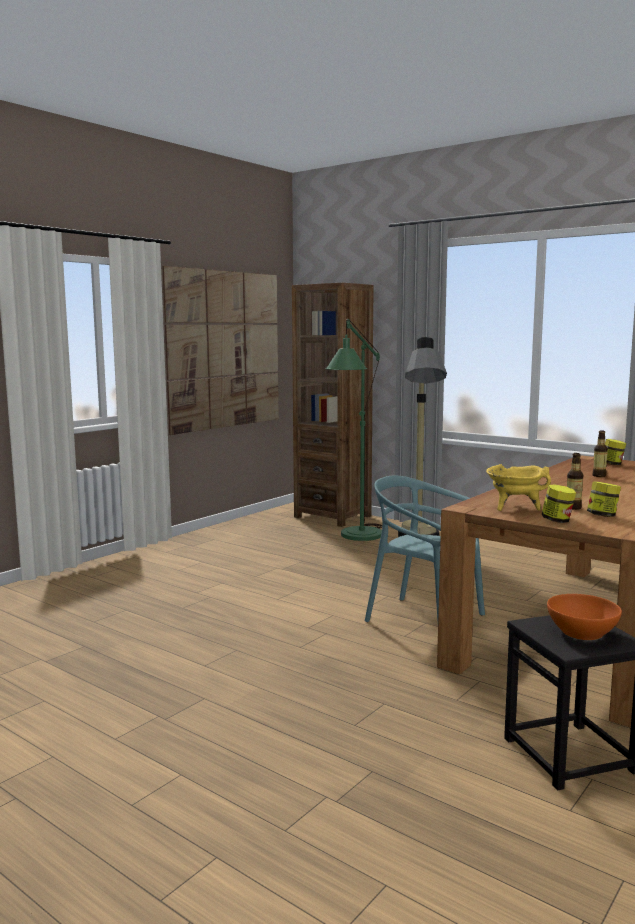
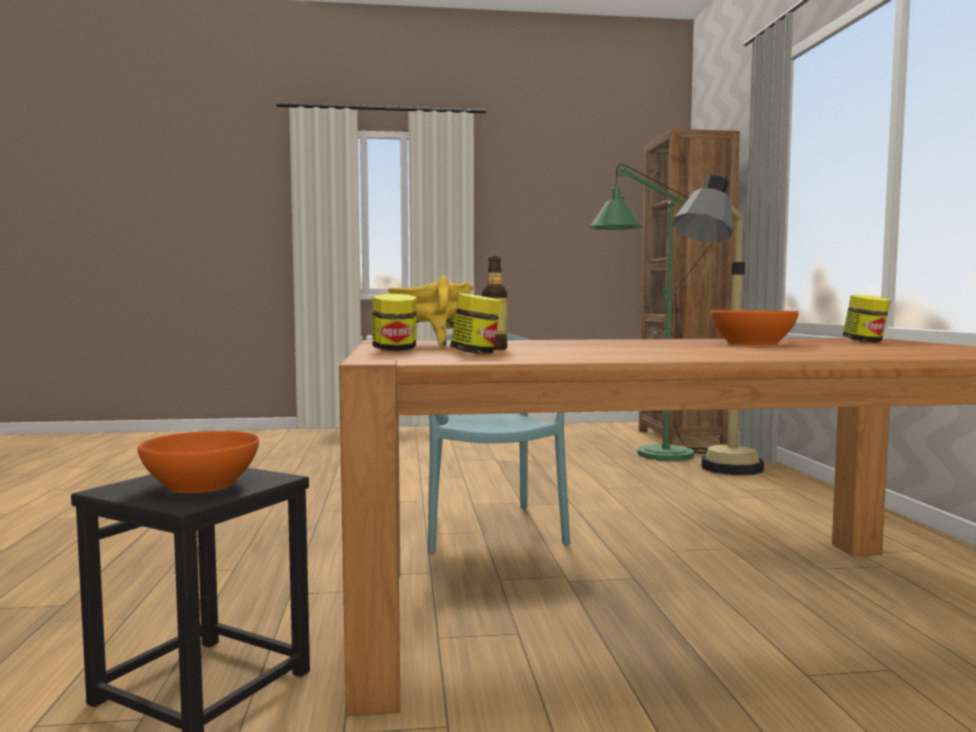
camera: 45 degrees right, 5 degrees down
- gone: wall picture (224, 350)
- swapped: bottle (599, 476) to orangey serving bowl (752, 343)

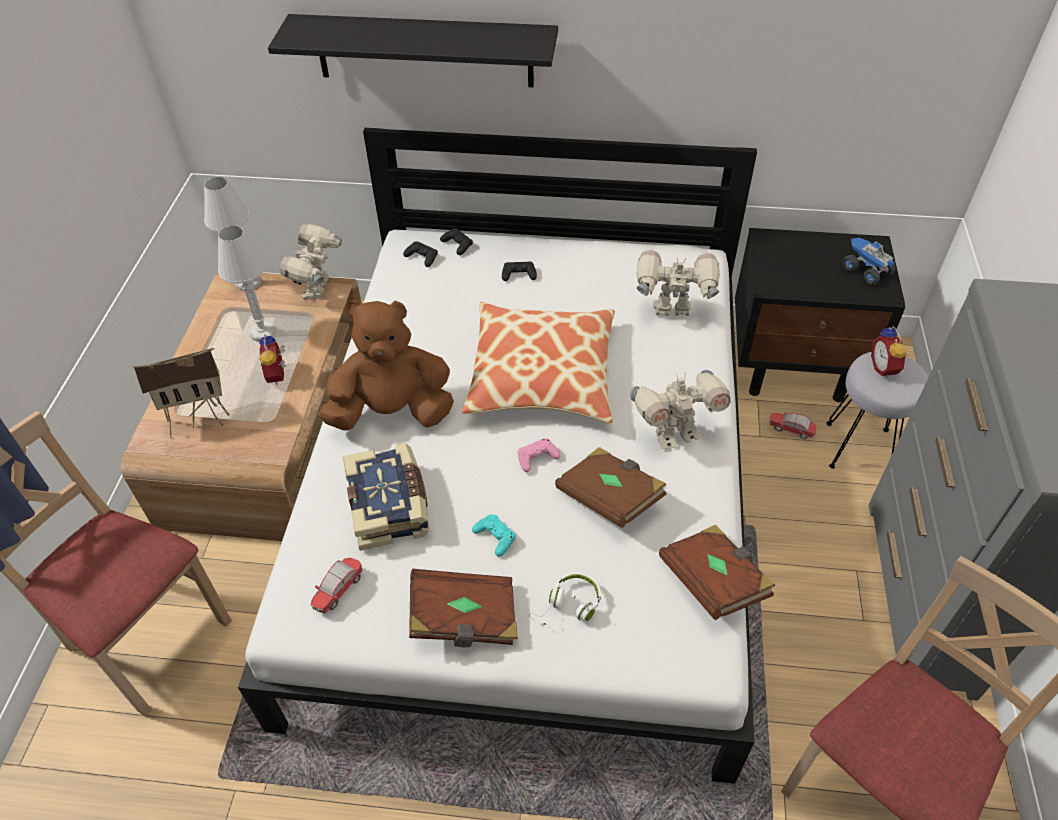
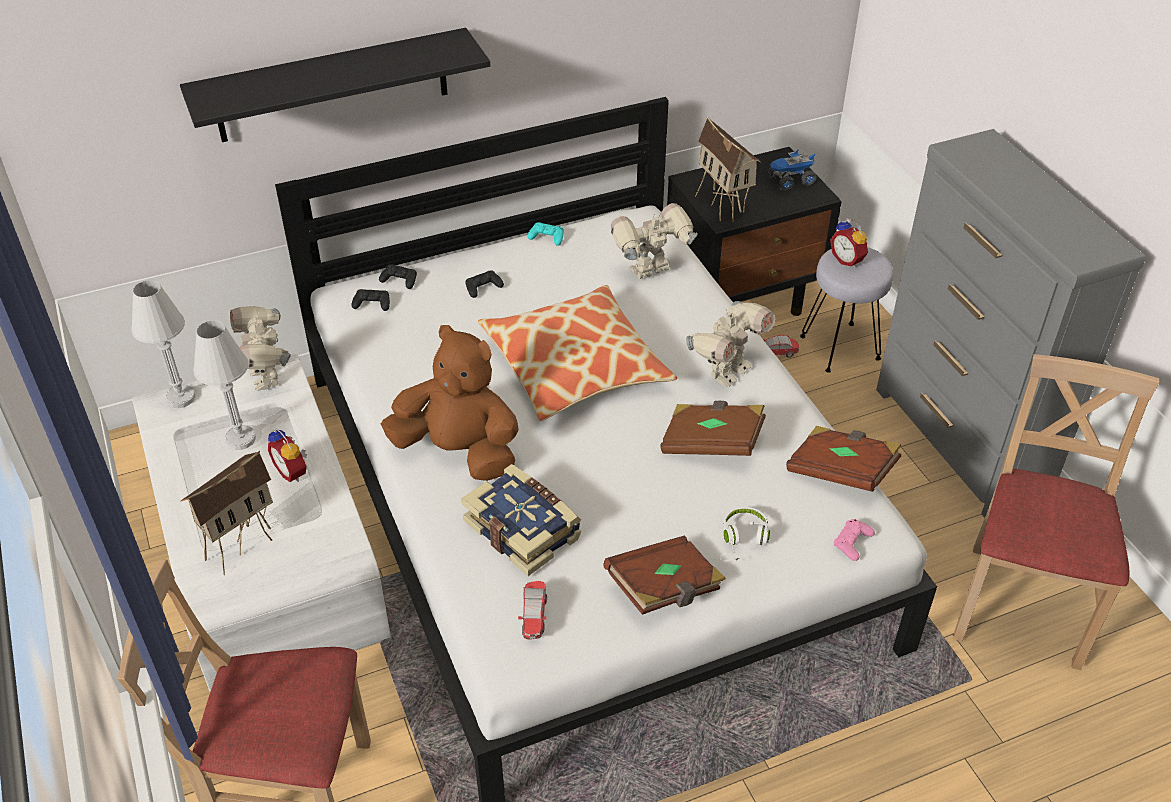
camera: 30 degrees left, 5 degrees down
- new: model house (723, 206)
- shifted: turquoise game controller (495, 537) to (547, 237)
- shifted: pink-coloured game controller (537, 458) to (852, 543)
- repainted: brown lounge table (270, 426) to whitish lounge table (266, 547)
- rotated: brown soft toy (392, 412) = (459, 451) 60 degrees clockwise
- rotated: model truck (865, 271) = (790, 181) 45 degrees counterclockwise

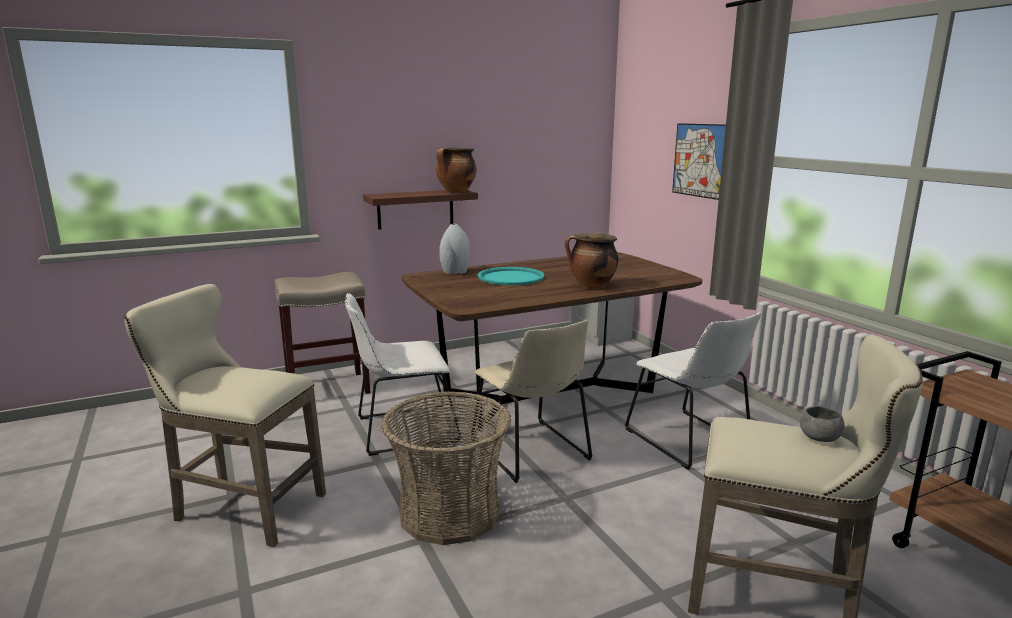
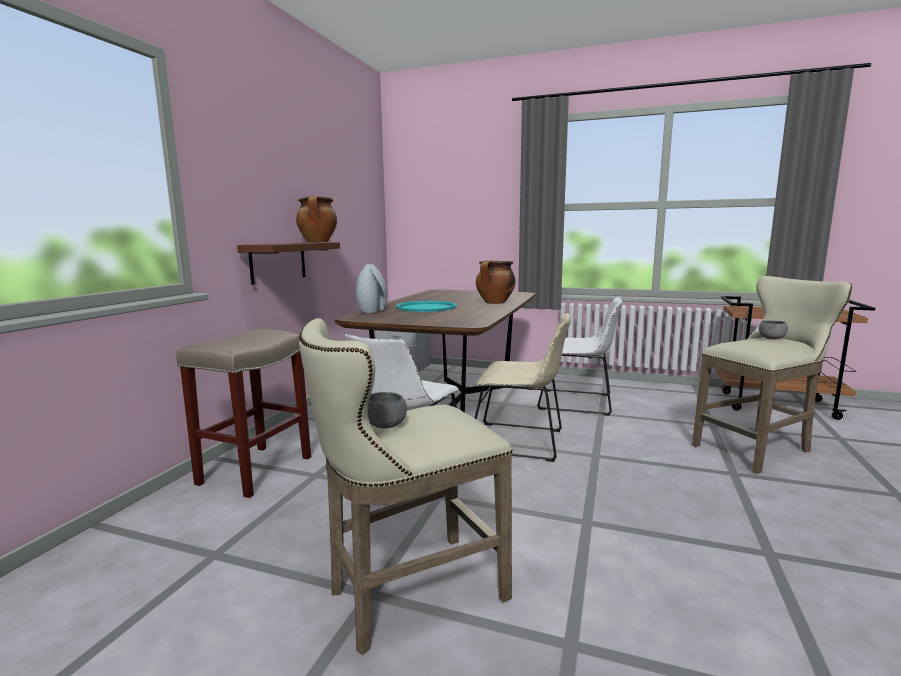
camera: 45 degrees left, 5 degrees down
- gone: storage basket (449, 512)
- gone: wall picture (699, 160)
- new: greyish serving bowl (386, 425)

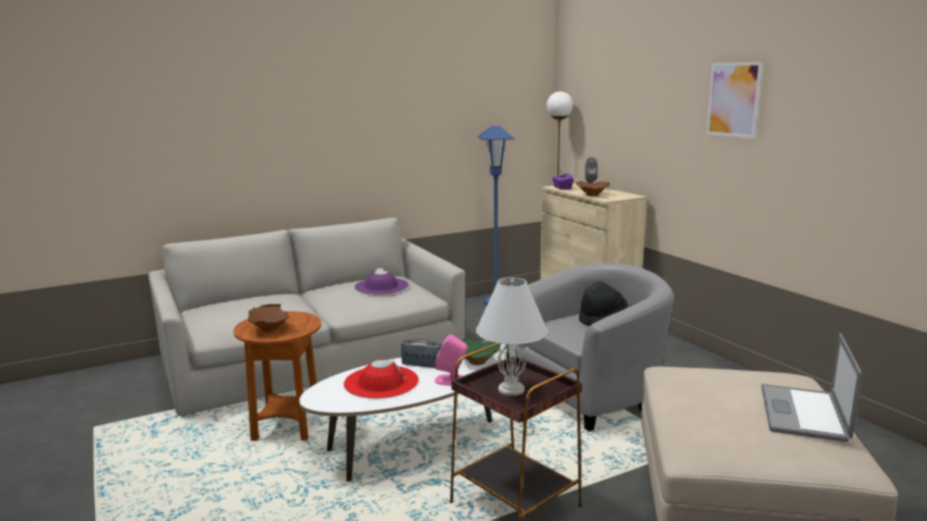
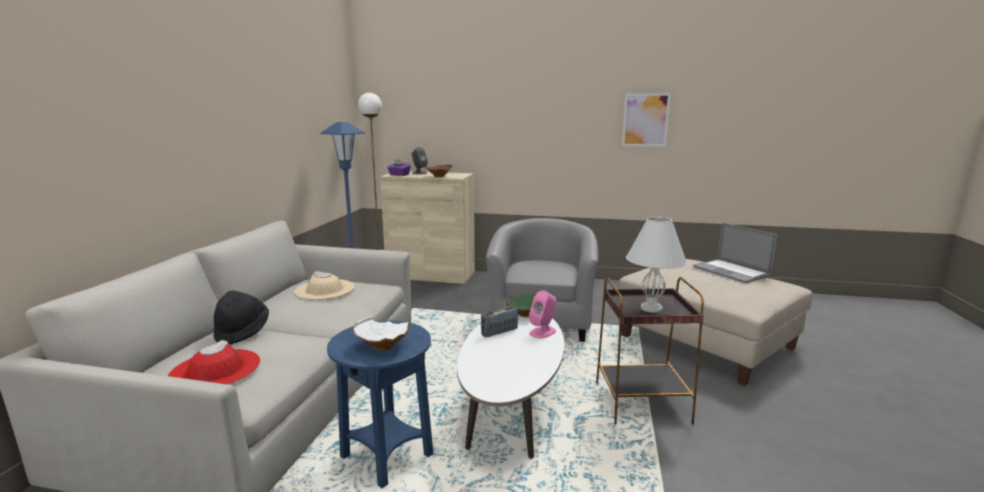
camera: 50 degrees left, 0 degrees up
- shifted: red-coloured clothing hat (381, 382) to (215, 370)
- shifted: blackish clothing hat (602, 319) to (242, 332)
- shifted: wall picture (733, 99) to (645, 120)
- repainted: brown accent table (287, 426) to blue accent table (387, 456)
- repainted: brown serving bowl (268, 329) to whitish serving bowl (382, 347)
- repainted: purple-coloured clothing hat (381, 286) to sand-coloured clothing hat (325, 290)

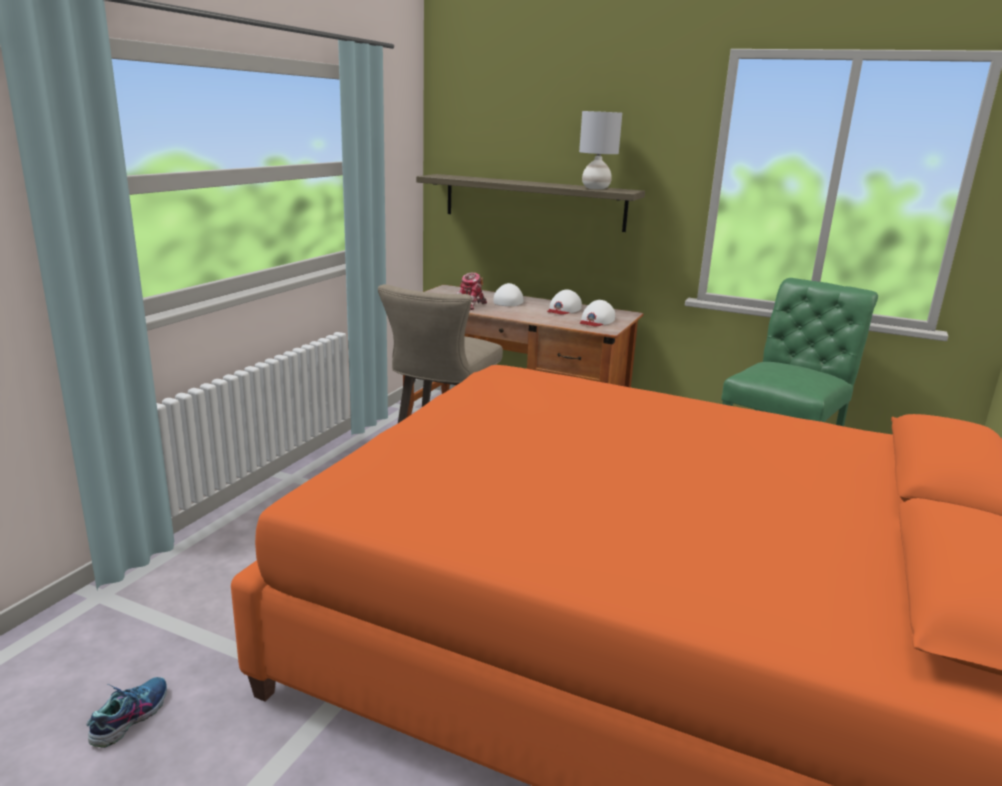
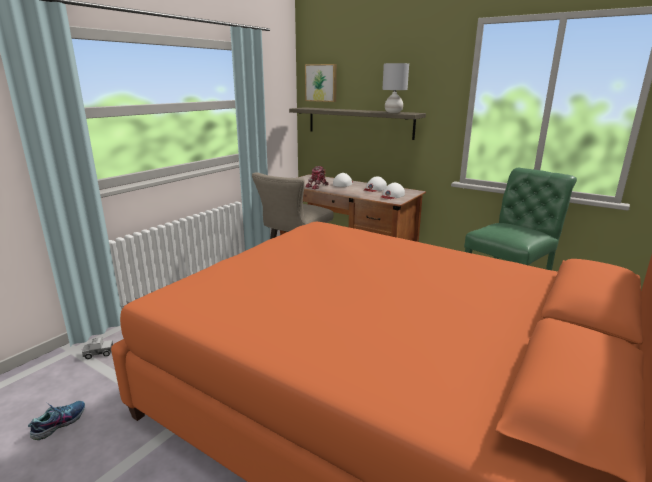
camera: 10 degrees right, 0 degrees up
- new: model truck (98, 353)
- new: wall picture (321, 83)

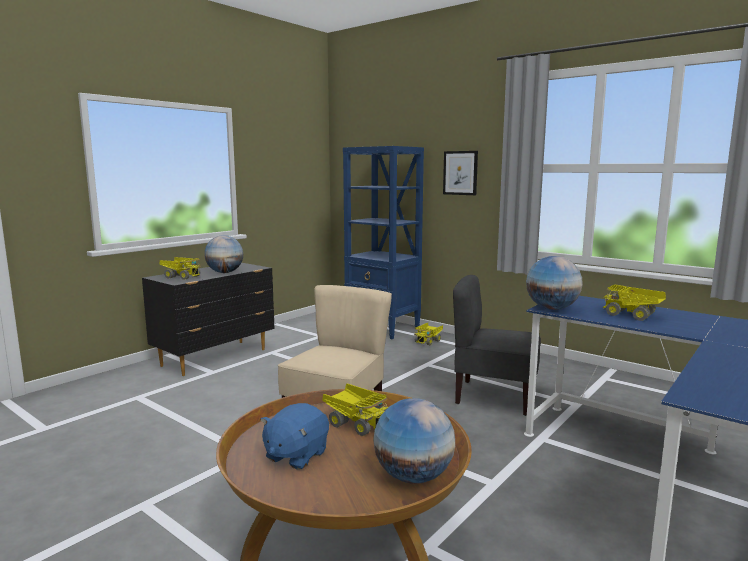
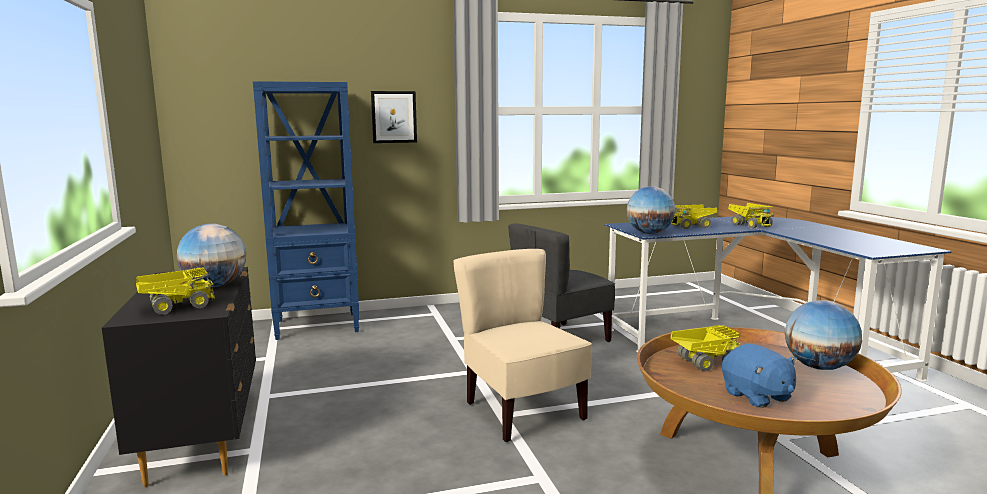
camera: 55 degrees left, 0 degrees up
- shifted: model truck (428, 341) to (750, 225)

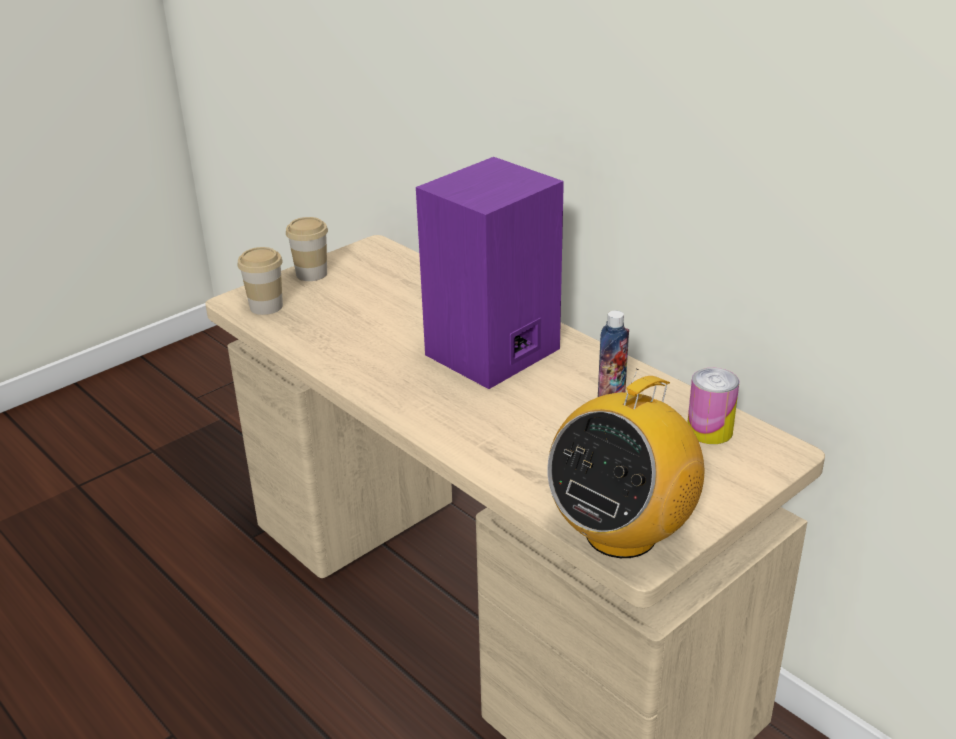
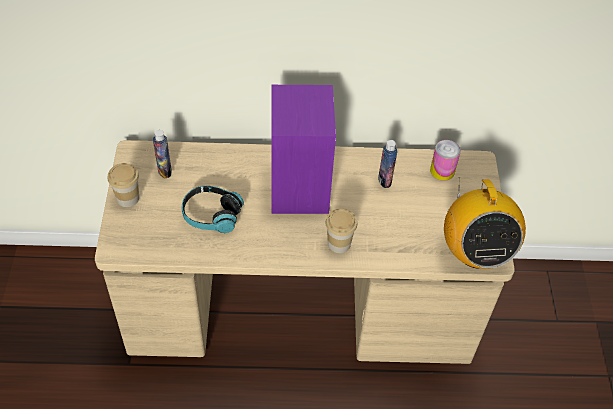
camera: 50 degrees left, 20 degrees up
- new: bottle (164, 170)
- new: headset (211, 215)
- shifted: small cup (266, 306) to (339, 243)

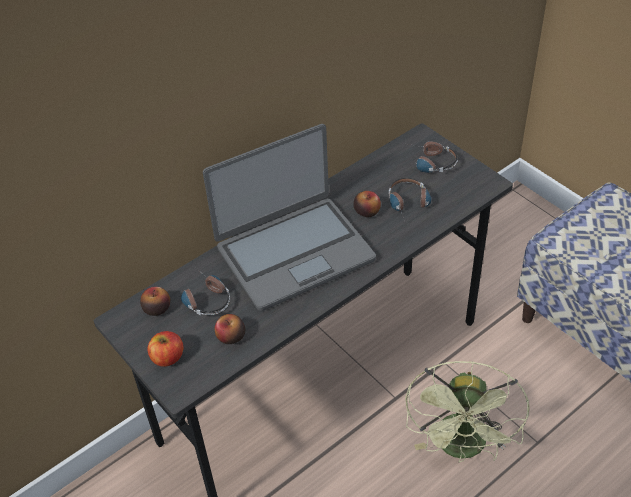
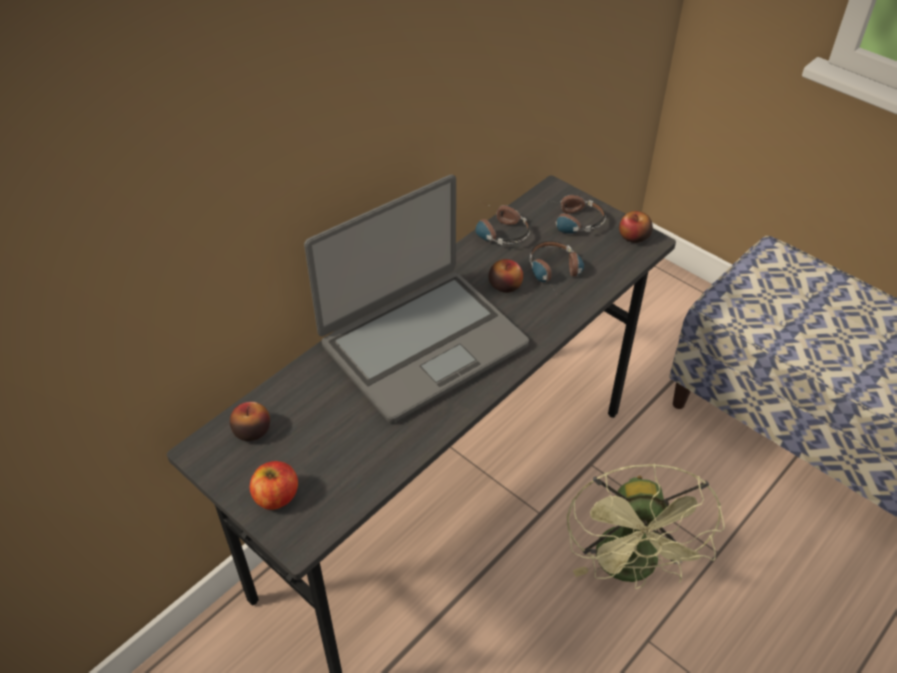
camera: 10 degrees left, 0 degrees up
- shifted: headset (203, 298) to (496, 230)
- shifted: whole apple (231, 336) to (634, 237)

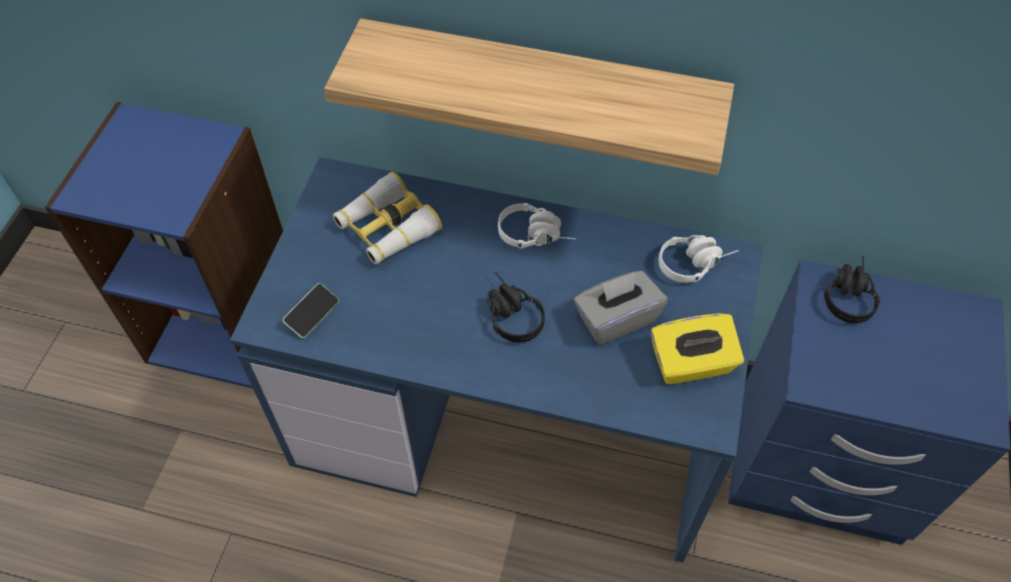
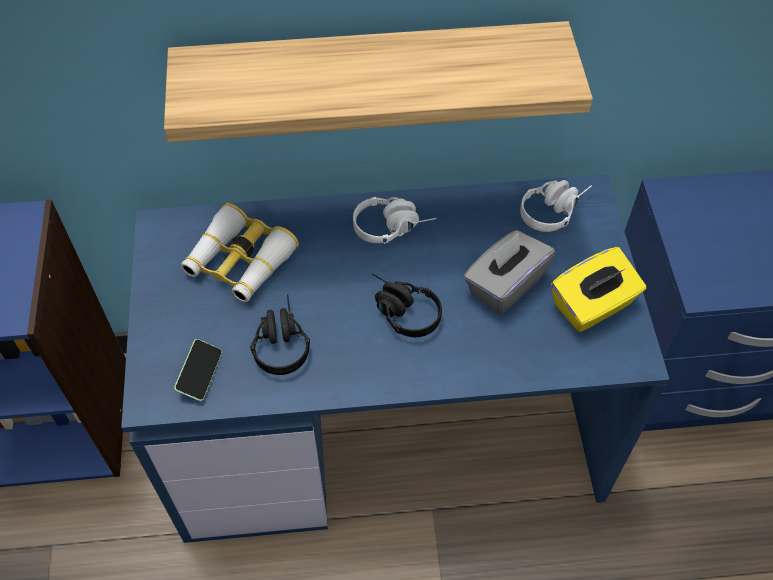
camera: 20 degrees left, 0 degrees up
- shifted: blackish headset (847, 294) to (280, 341)

